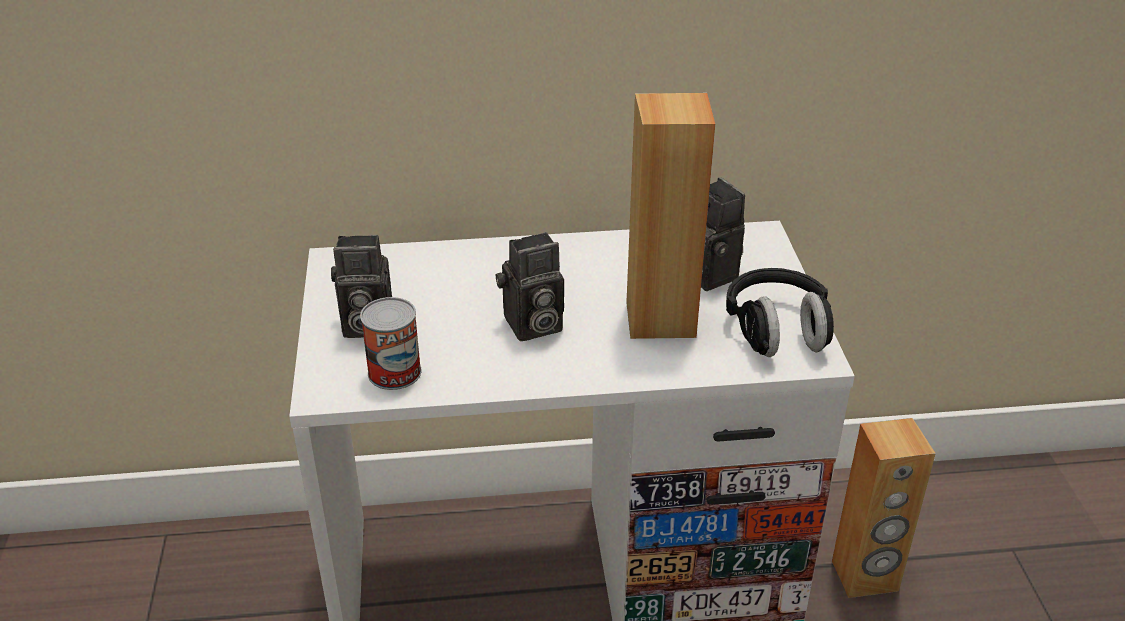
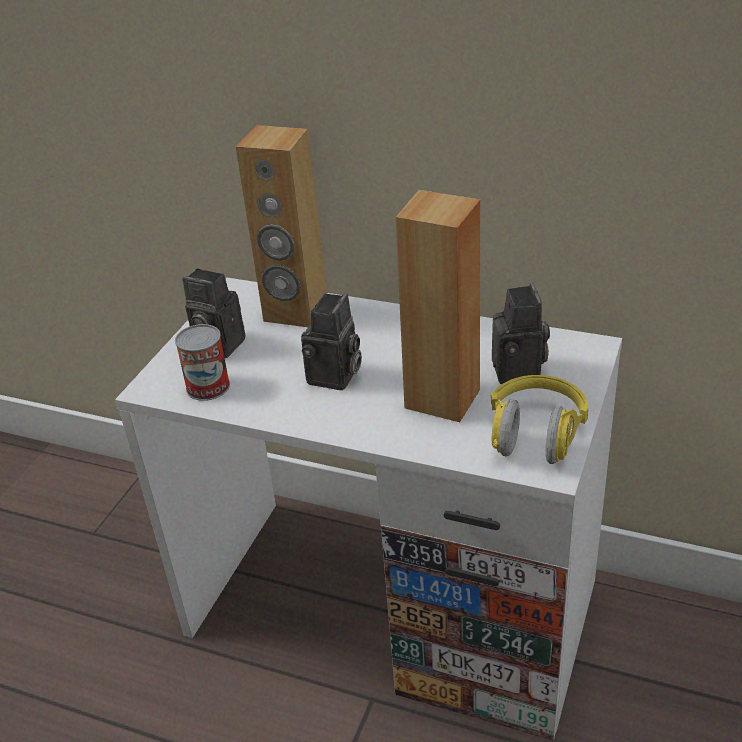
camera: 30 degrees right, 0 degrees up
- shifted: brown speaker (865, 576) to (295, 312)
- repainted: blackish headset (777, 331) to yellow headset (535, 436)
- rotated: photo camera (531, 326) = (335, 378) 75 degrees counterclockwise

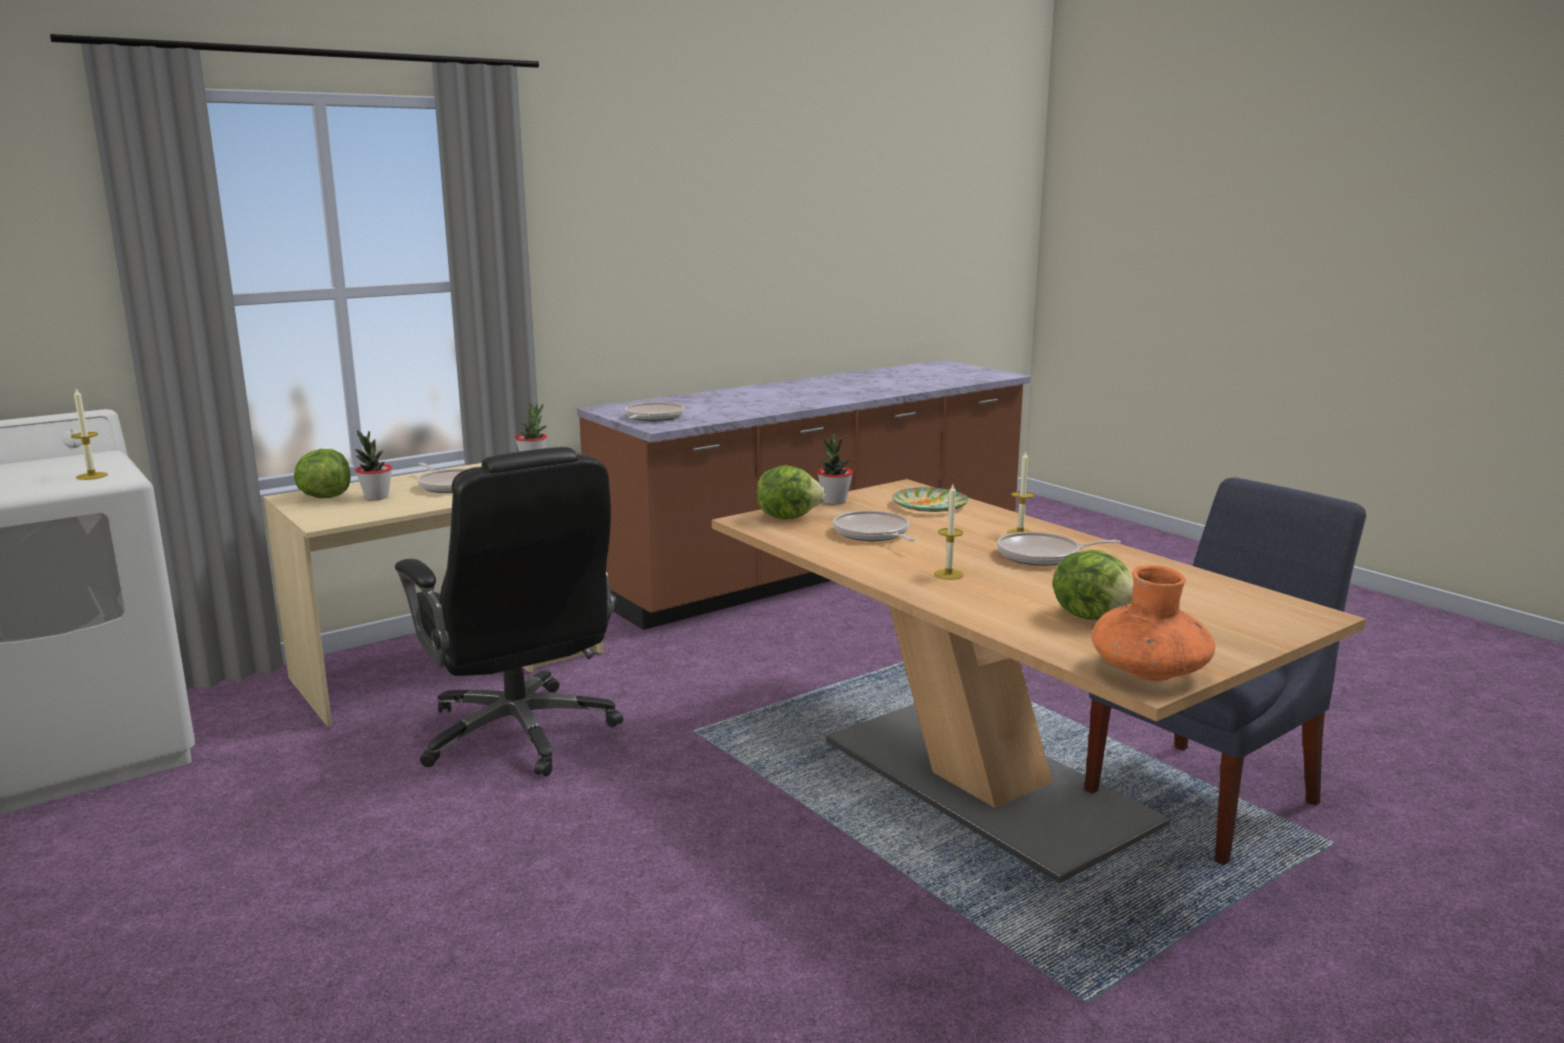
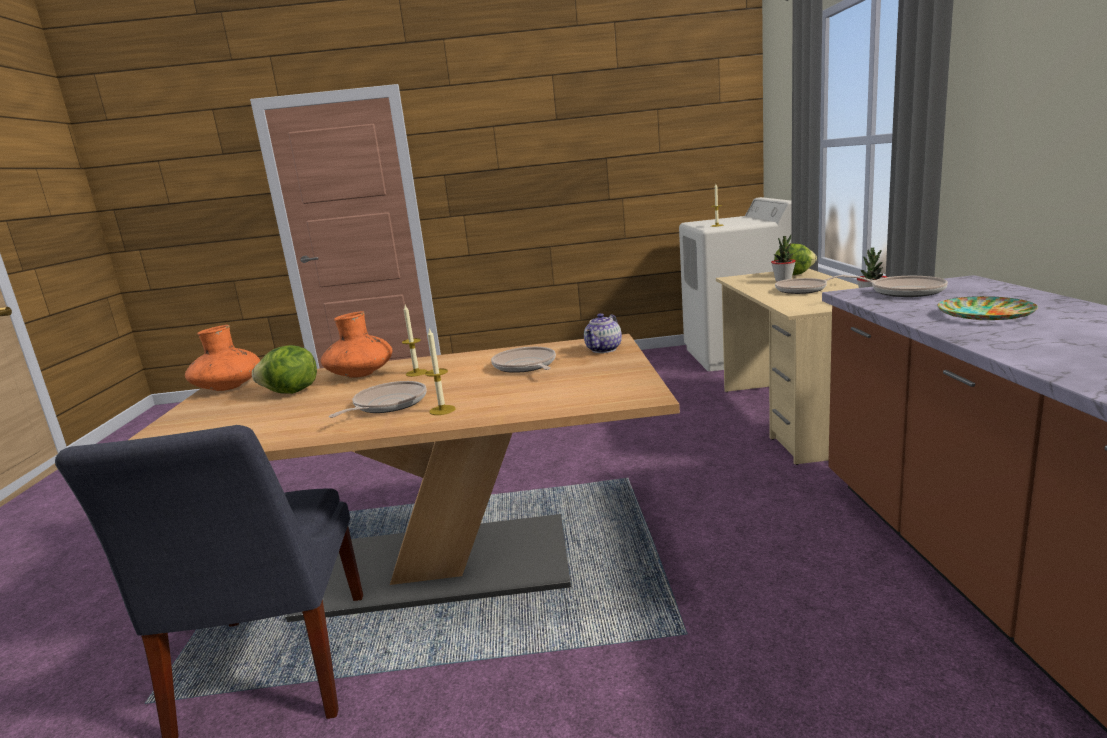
camera: 125 degrees right, 0 degrees up
- gone: blackish desk chair (520, 734)
- gone: houseplant (834, 501)
- new: orangey vase (360, 374)
- shifted: plate (930, 505) to (984, 314)
- swapped: lettuce (788, 517) to pot for tea (604, 350)
- rotated: pan (872, 534) = (525, 366) 120 degrees counterclockwise

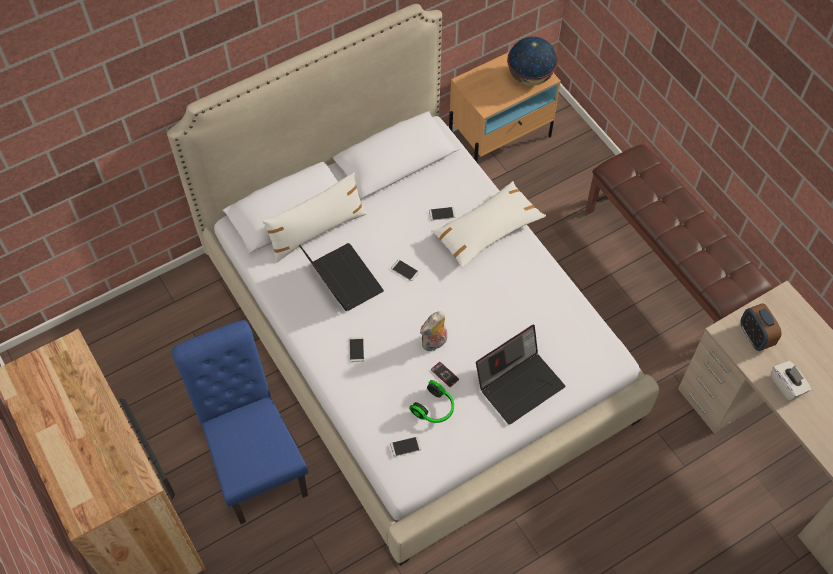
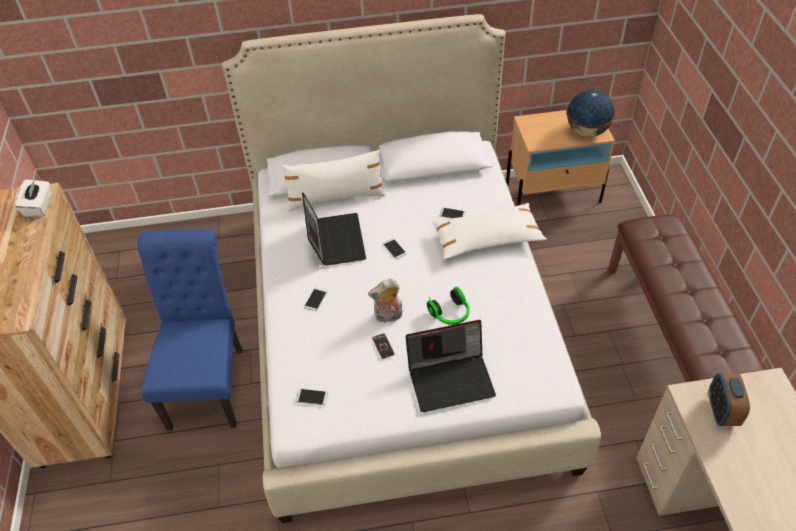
camera: 25 degrees right, 10 degrees down
- shifted: headset (435, 408) to (451, 314)
- shifted: whitish tissue holder (787, 385) to (39, 206)

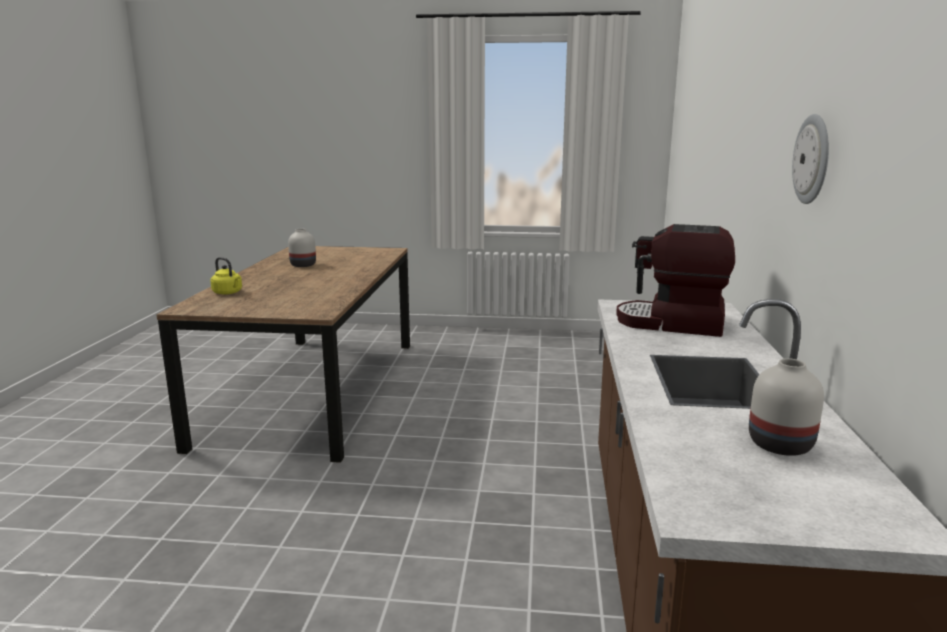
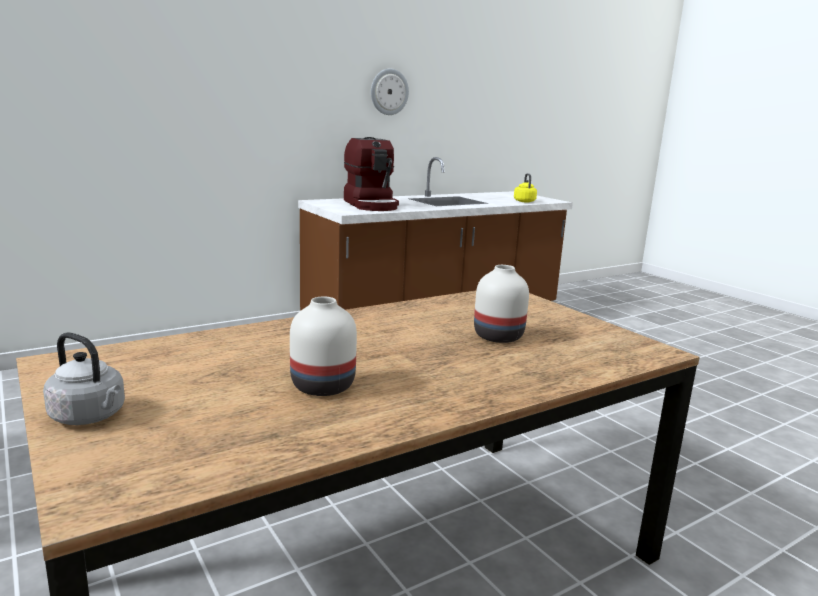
camera: 130 degrees left, 0 degrees up
- new: greyish kettle (90, 416)
- shifted: yellow kettle (228, 293) to (524, 201)
- shifted: whitish vase (778, 444) to (498, 337)

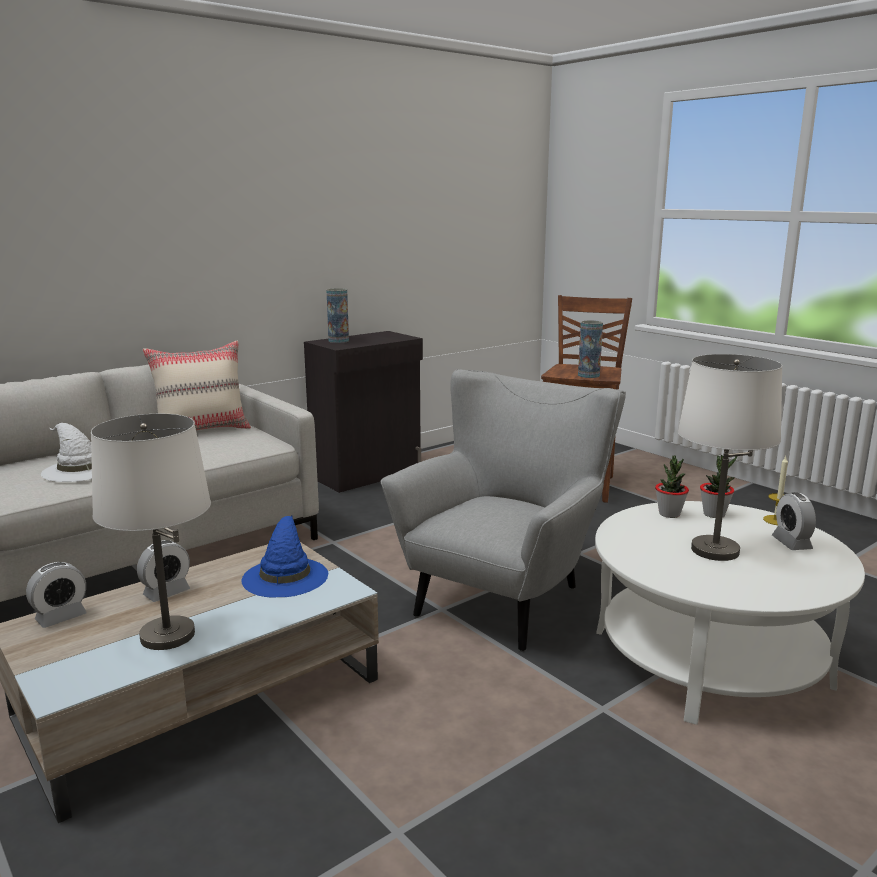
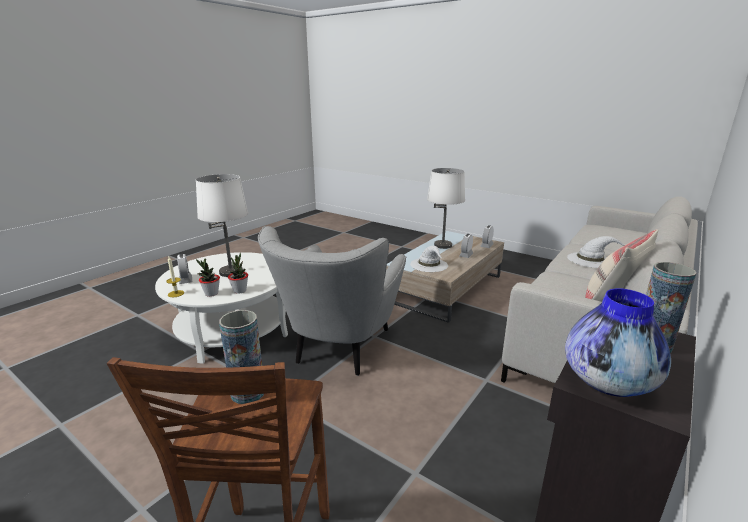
camera: 165 degrees right, 5 degrees up
- new: vase (608, 383)
- repainted: blue clothing hat (285, 576) to whitish clothing hat (429, 265)

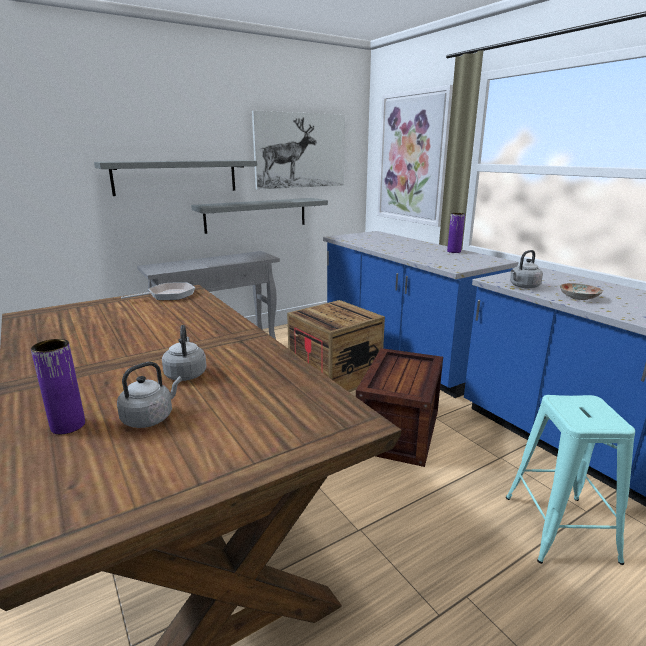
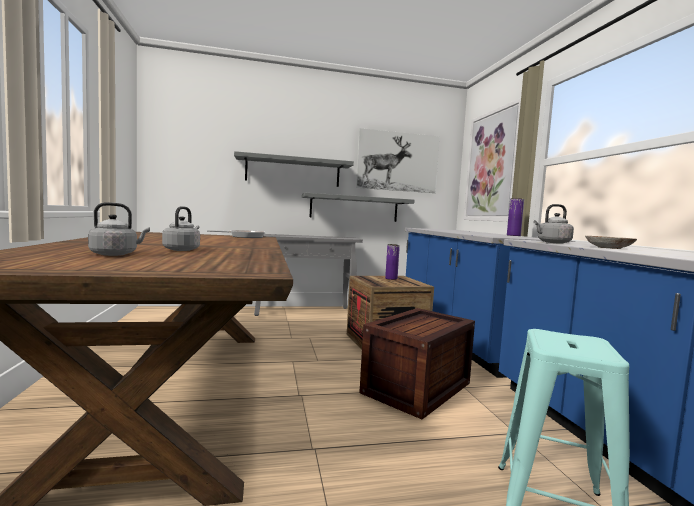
camera: 20 degrees right, 15 degrees down
- shifted: purple-coloured vase (68, 426) to (391, 278)

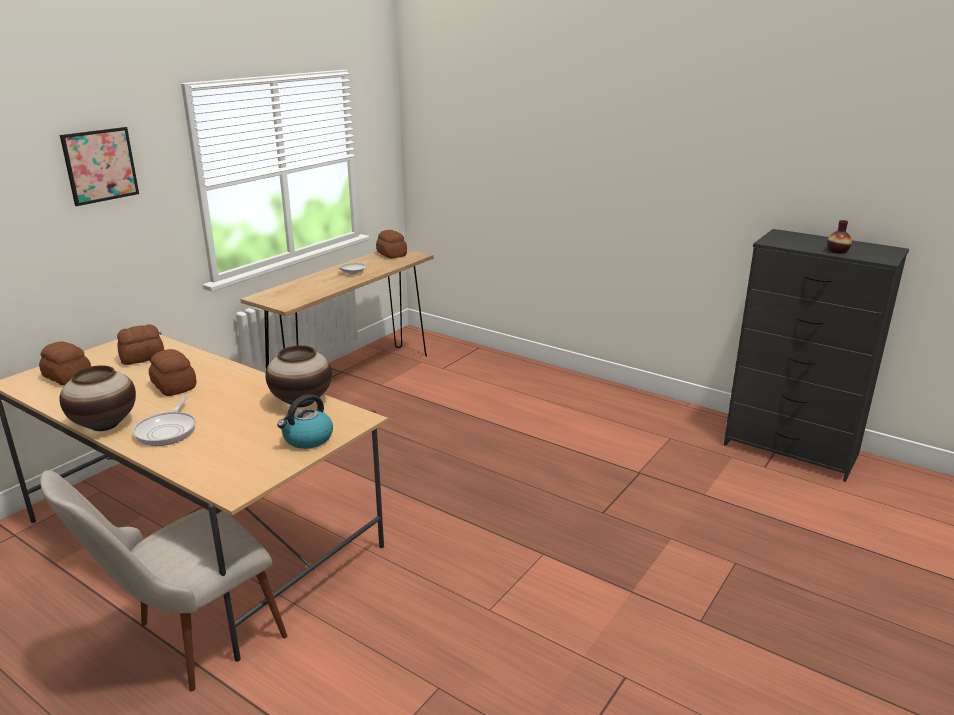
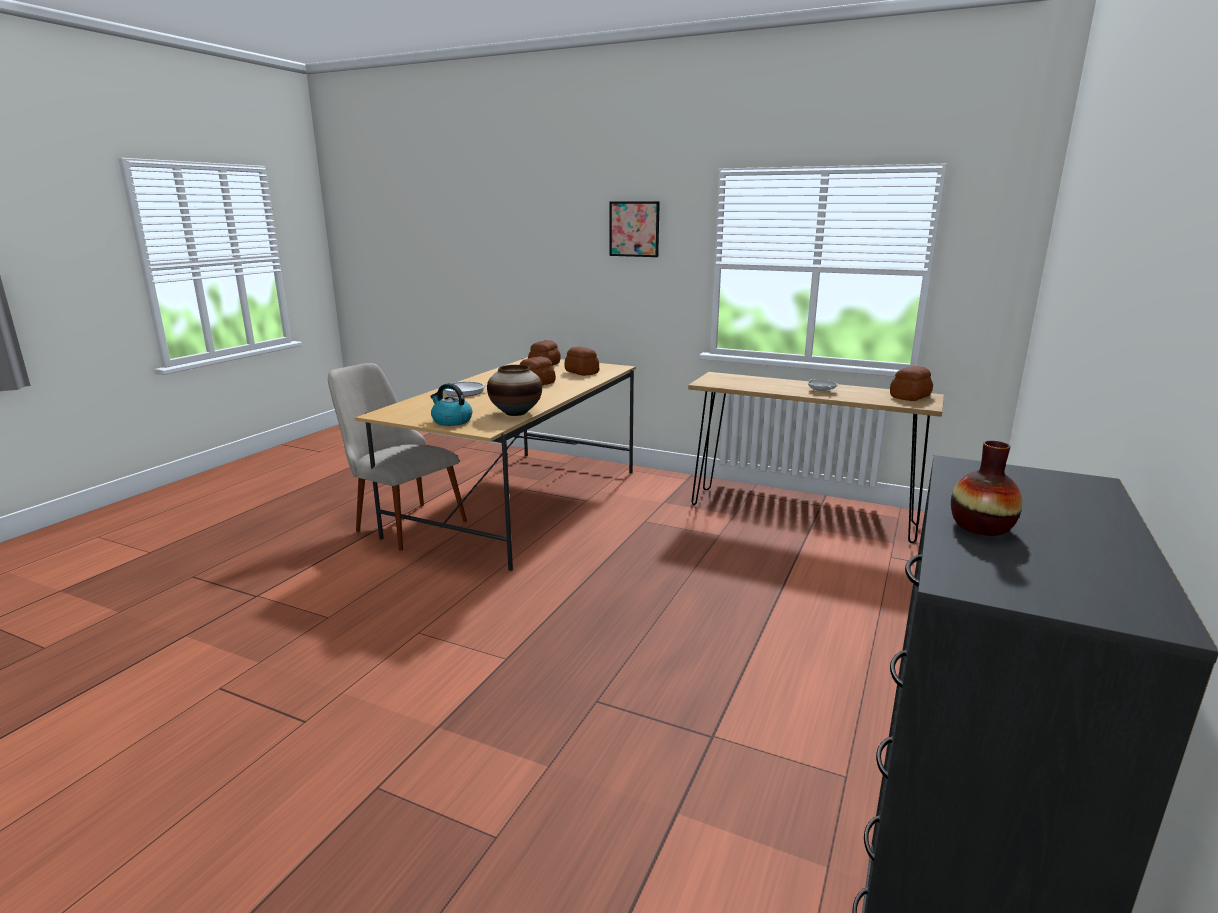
camera: 80 degrees right, 5 degrees down
- gone: vase (105, 425)

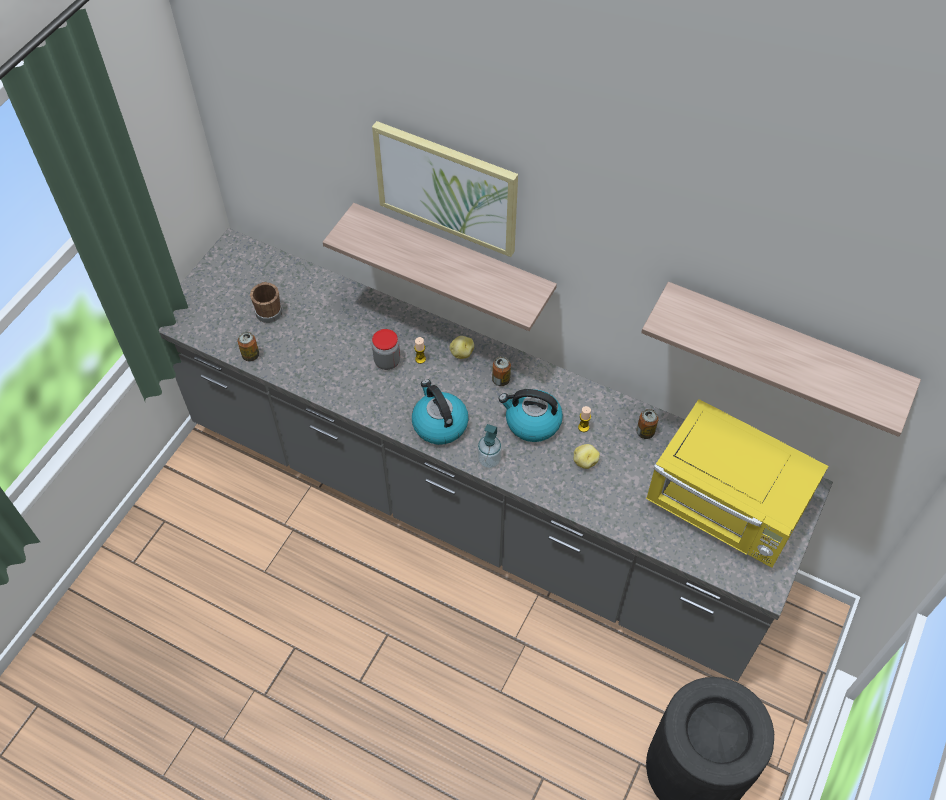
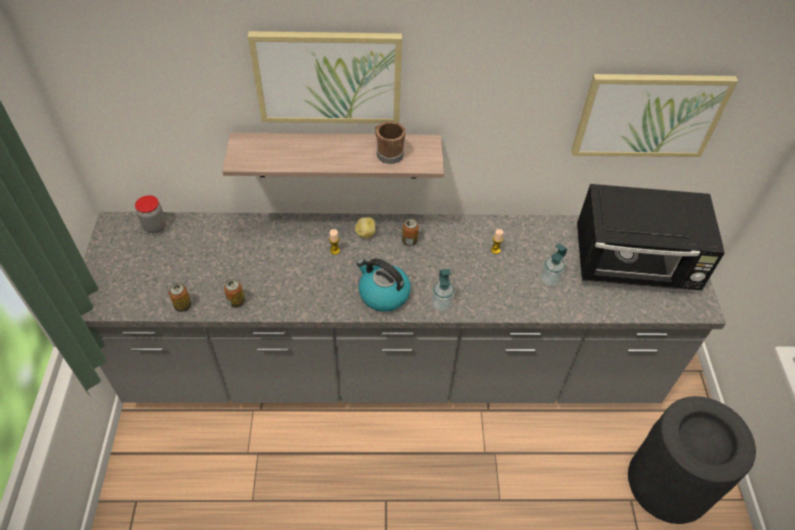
camera: 30 degrees left, 5 degrees down
- gone: kettle (532, 422)
- gone: whole potato (585, 461)
- new: soap dispenser (549, 280)
- shifted: brown mug (268, 310) to (388, 153)
- shifted: storage jar (387, 361) to (155, 226)
- shifted: can (645, 432) to (236, 302)
- swapped: bracket shelf (782, 350) to wall picture (649, 115)
- repainted: yellow kitchen microwave (726, 508) to blackish kitchen microwave (635, 264)

